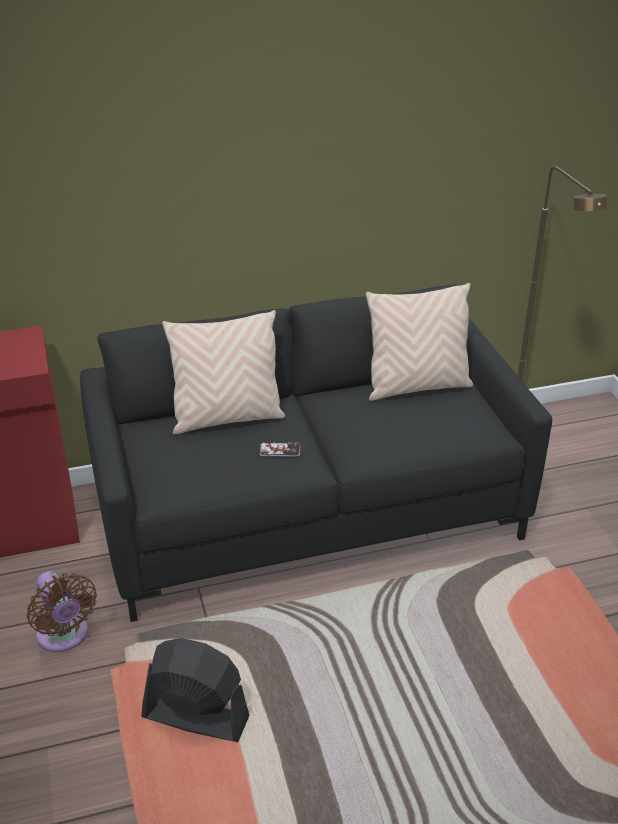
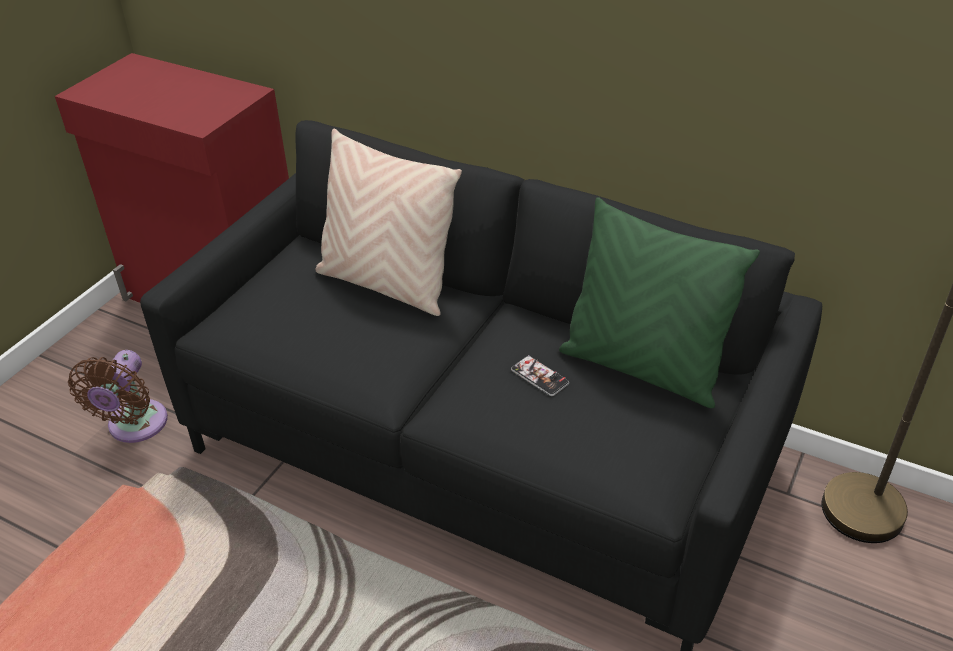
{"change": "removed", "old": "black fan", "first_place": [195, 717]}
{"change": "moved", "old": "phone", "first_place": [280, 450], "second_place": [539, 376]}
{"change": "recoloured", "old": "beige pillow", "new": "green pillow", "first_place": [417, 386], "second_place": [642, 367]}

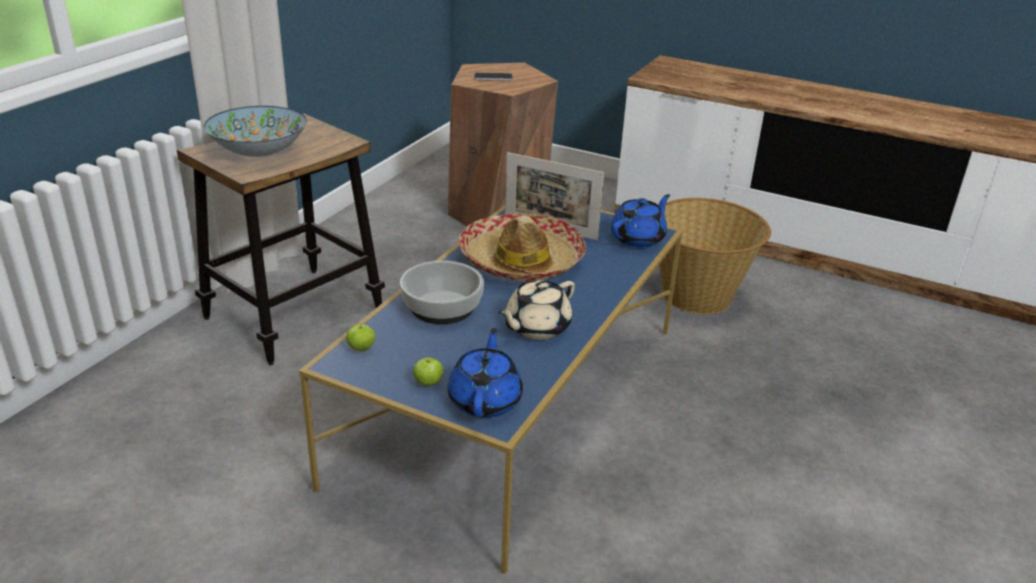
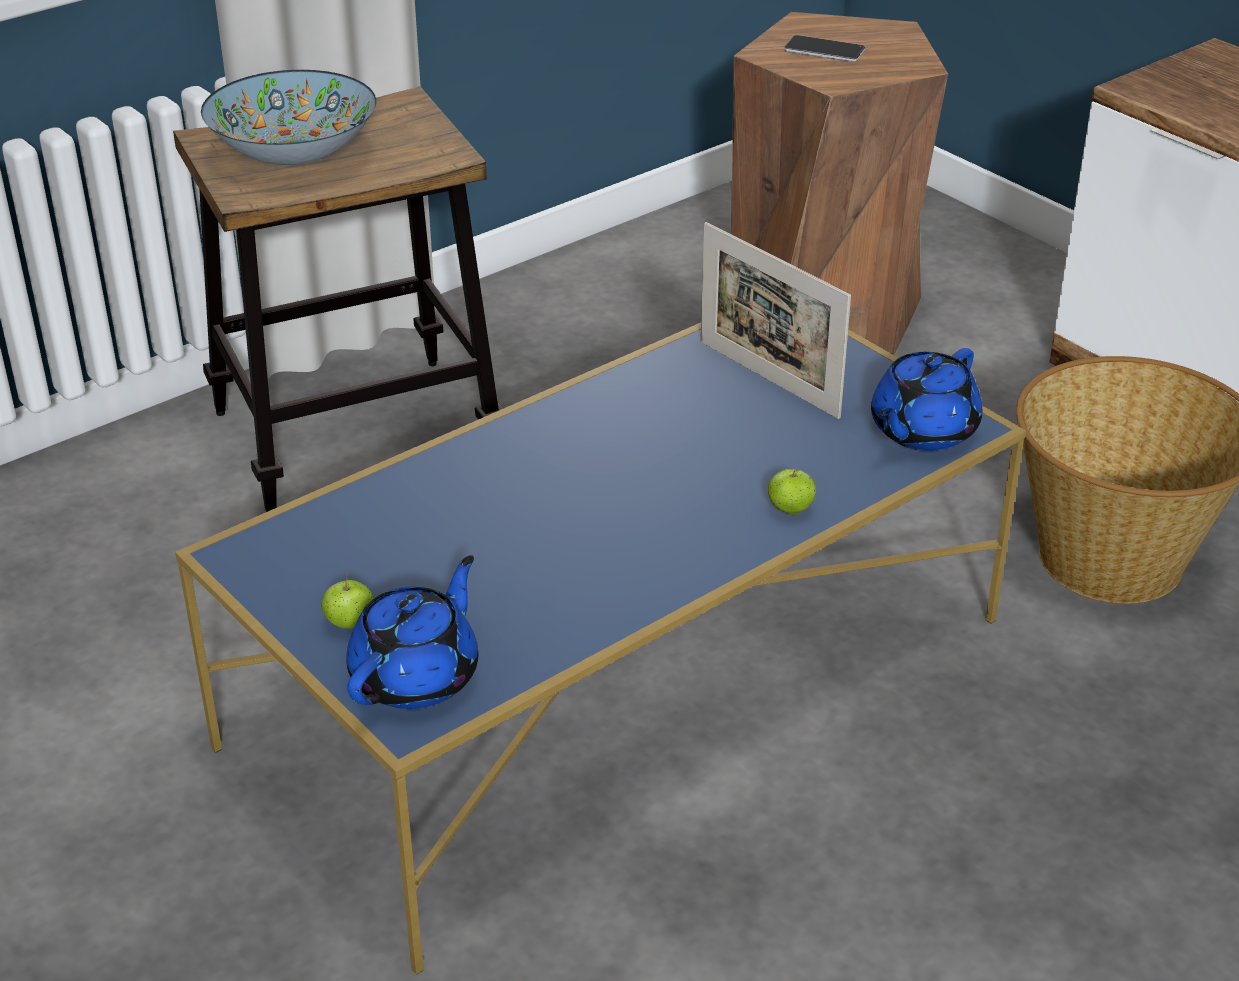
{"change": "moved", "old": "apple", "first_place": [361, 349], "second_place": [790, 509]}
{"change": "removed", "old": "bowl", "first_place": [443, 307]}
{"change": "removed", "old": "hat", "first_place": [521, 261]}
{"change": "removed", "old": "beige teapot", "first_place": [536, 327]}
{"change": "turned", "old": "blue teapot", "first_place": [638, 238], "second_place": [921, 431], "degrees": 150}

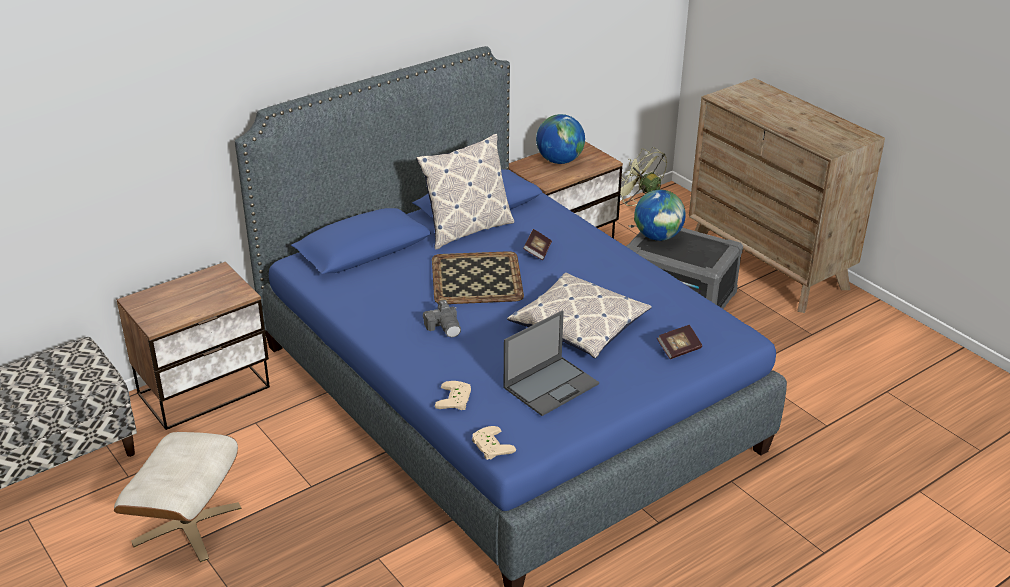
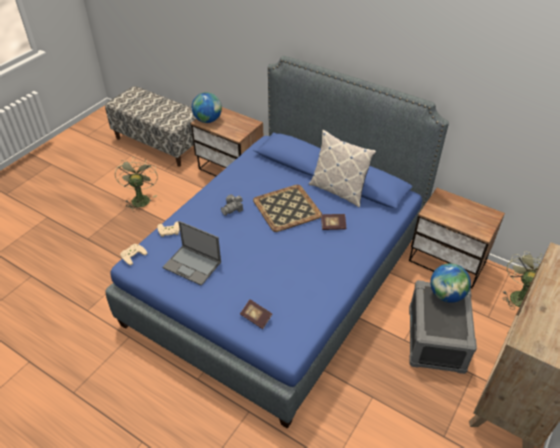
{"change": "replaced", "old": "beige ottoman", "new": "green fan", "first_place": [187, 525], "second_place": [140, 198]}
{"change": "removed", "old": "pillow", "first_place": [579, 324]}
{"change": "moved", "old": "globe", "first_place": [559, 161], "second_place": [208, 120]}

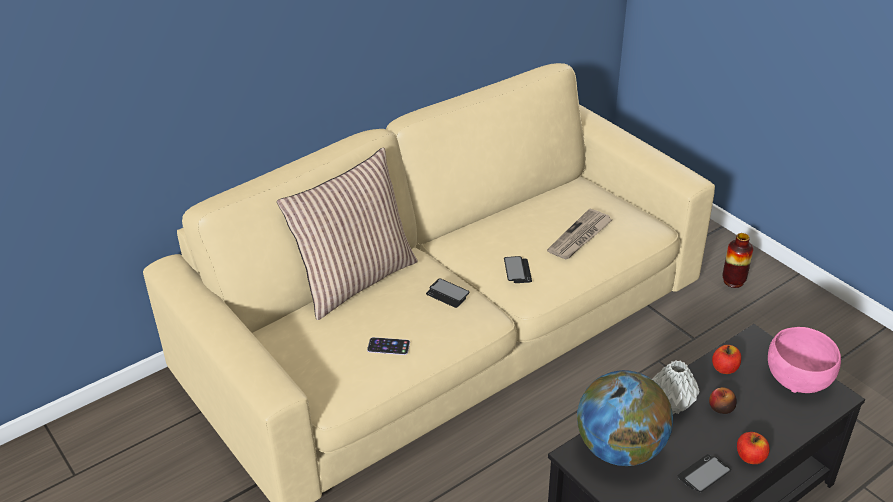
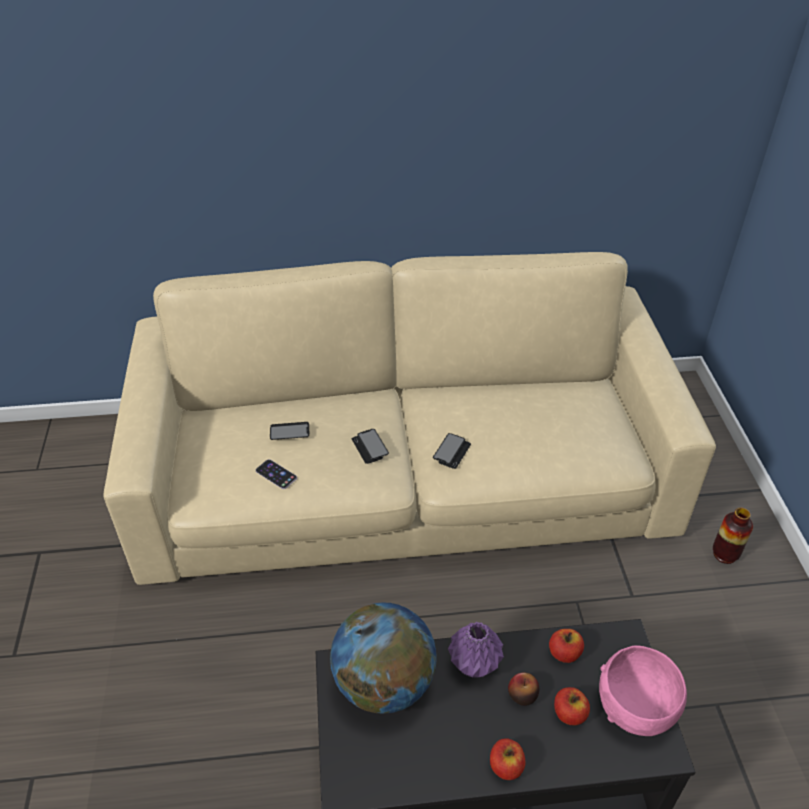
{"change": "removed", "old": "pillow", "first_place": [355, 279]}
{"change": "removed", "old": "newspaper", "first_place": [580, 237]}
{"change": "recoloured", "old": "grey vase", "new": "purple vase", "first_place": [672, 405], "second_place": [474, 665]}
{"change": "moved", "old": "phone", "first_place": [703, 474], "second_place": [289, 432]}
{"change": "added", "new": "apple", "second_place": [569, 714]}

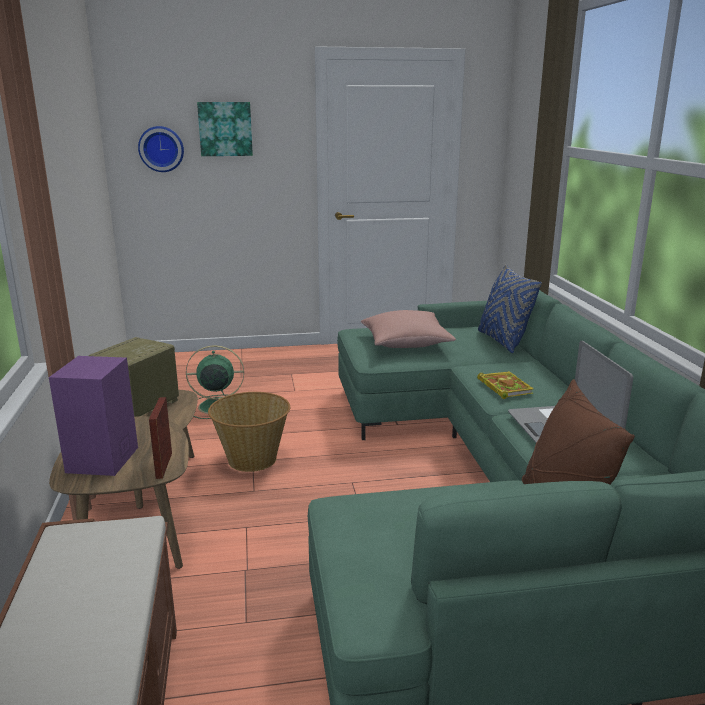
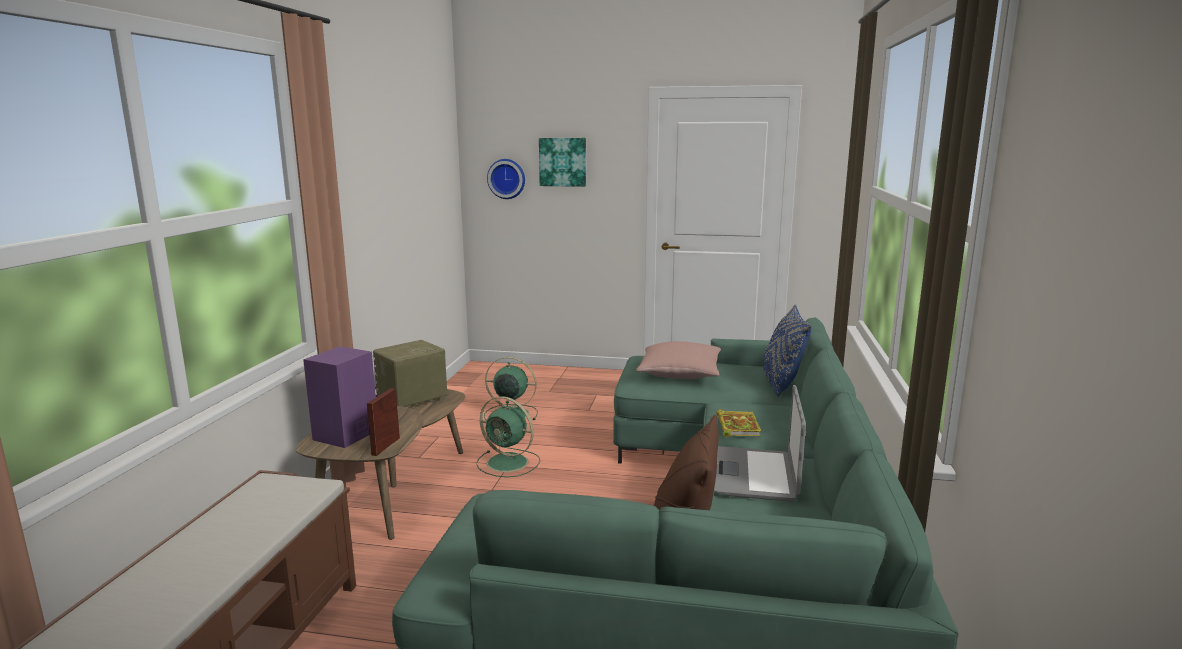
{"change": "replaced", "old": "basket", "new": "green fan", "first_place": [252, 459], "second_place": [509, 463]}

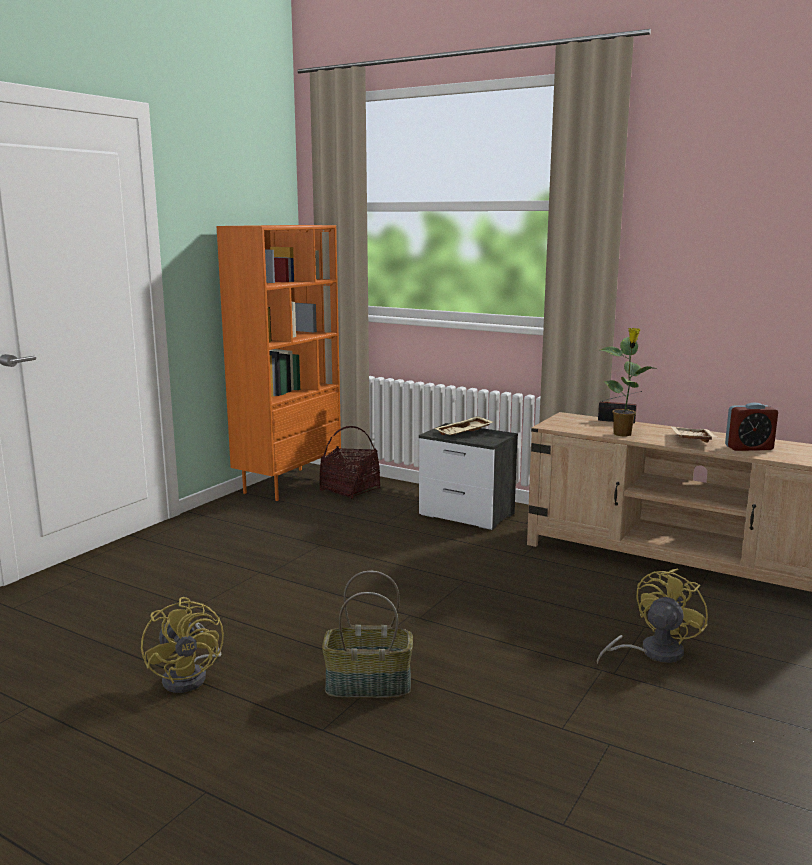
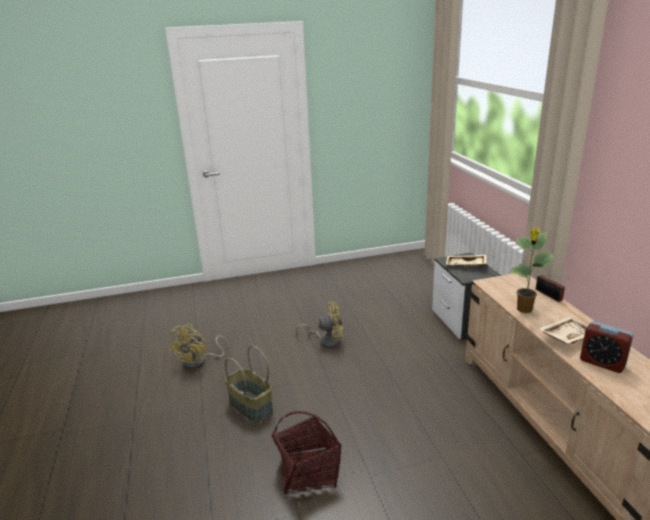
{"change": "removed", "old": "orange bookcase", "first_place": [288, 484]}
{"change": "moved", "old": "basket", "first_place": [350, 490], "second_place": [308, 472]}
{"change": "moved", "old": "yellow fan", "first_place": [652, 653], "second_place": [326, 340]}

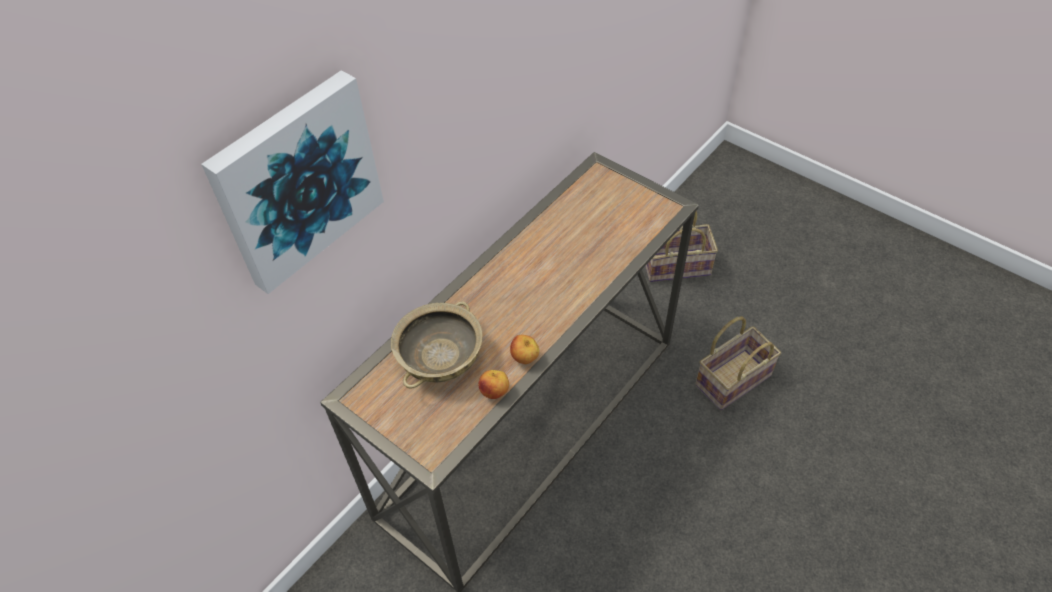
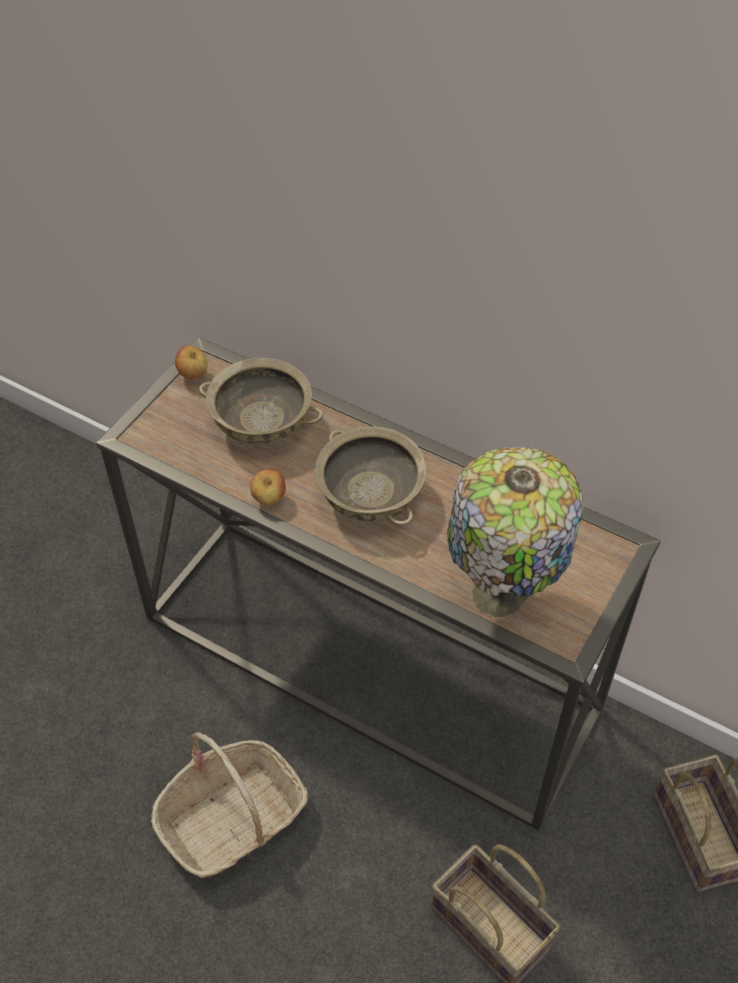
{"change": "removed", "old": "picture", "first_place": [296, 180]}
{"change": "moved", "old": "apple", "first_place": [495, 392], "second_place": [193, 375]}
{"change": "added", "new": "basket", "second_place": [232, 819]}
{"change": "added", "new": "beige bowl", "second_place": [371, 497]}
{"change": "added", "new": "table lamp", "second_place": [500, 598]}

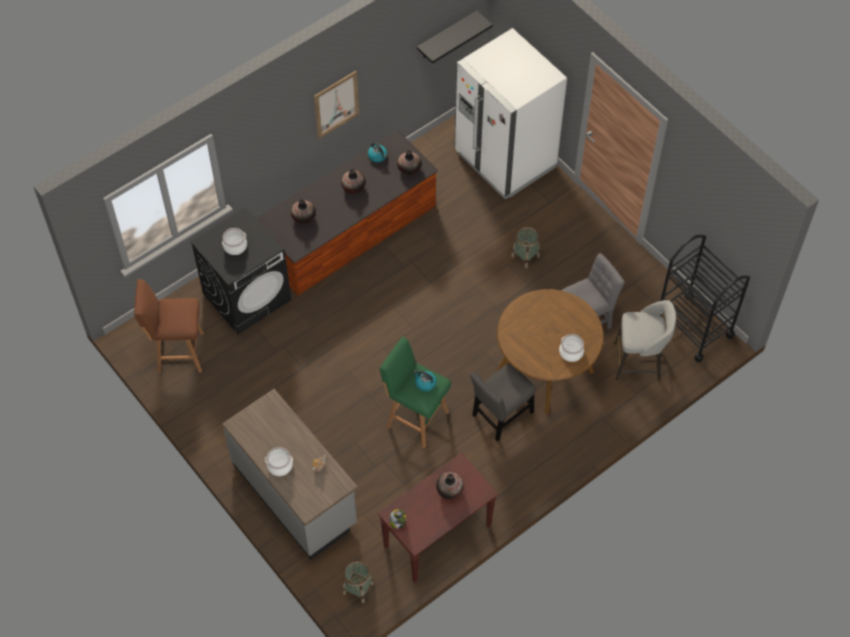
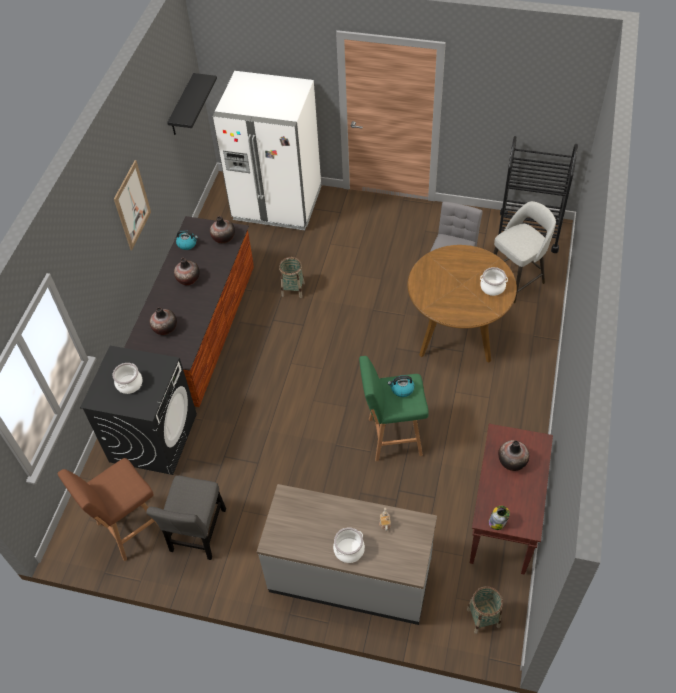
{"change": "moved", "old": "grey chair", "first_place": [500, 416], "second_place": [197, 534]}
{"change": "moved", "old": "basket", "first_place": [525, 256], "second_place": [293, 289]}

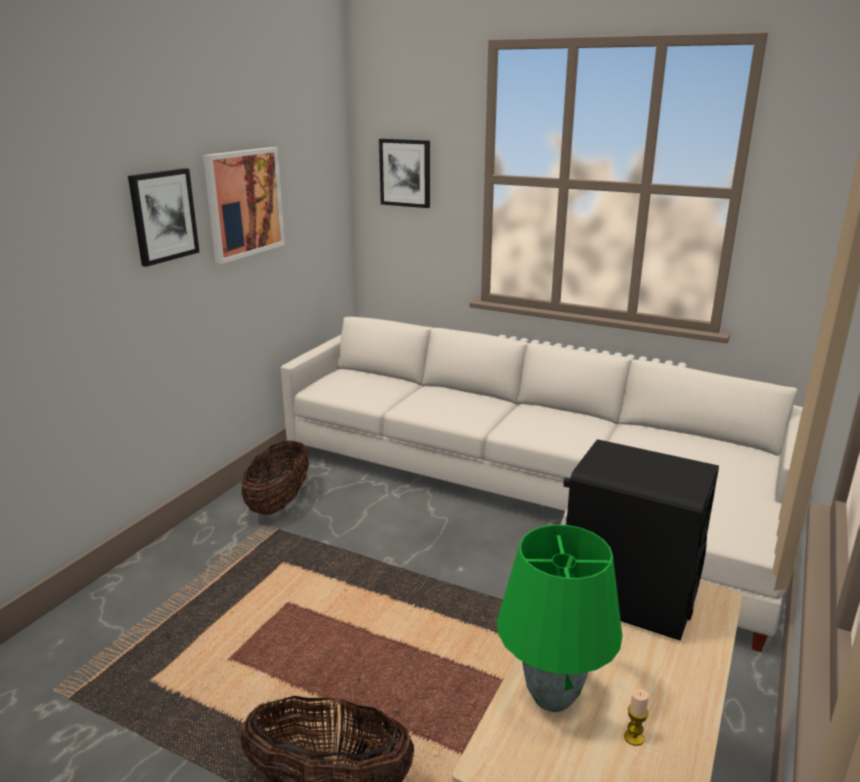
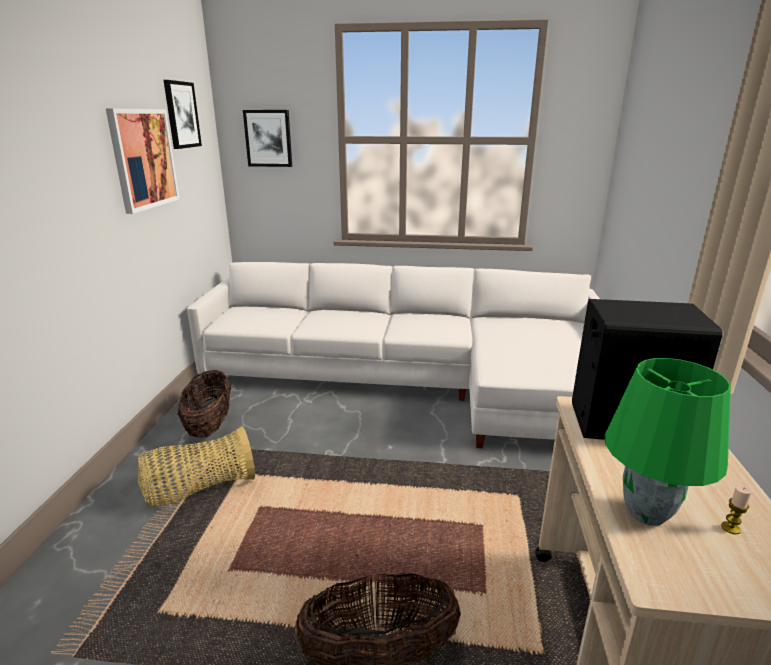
{"change": "moved", "old": "picture", "first_place": [163, 216], "second_place": [181, 115]}
{"change": "added", "new": "basket", "second_place": [199, 489]}

